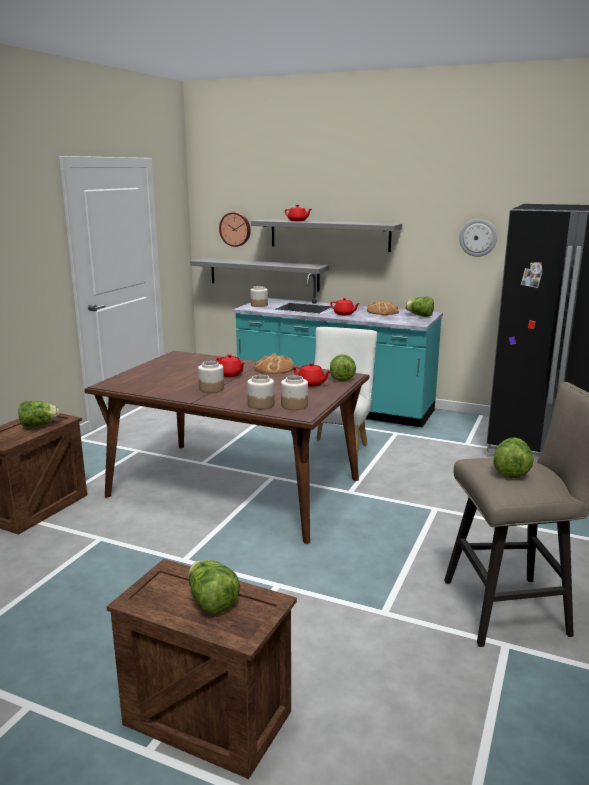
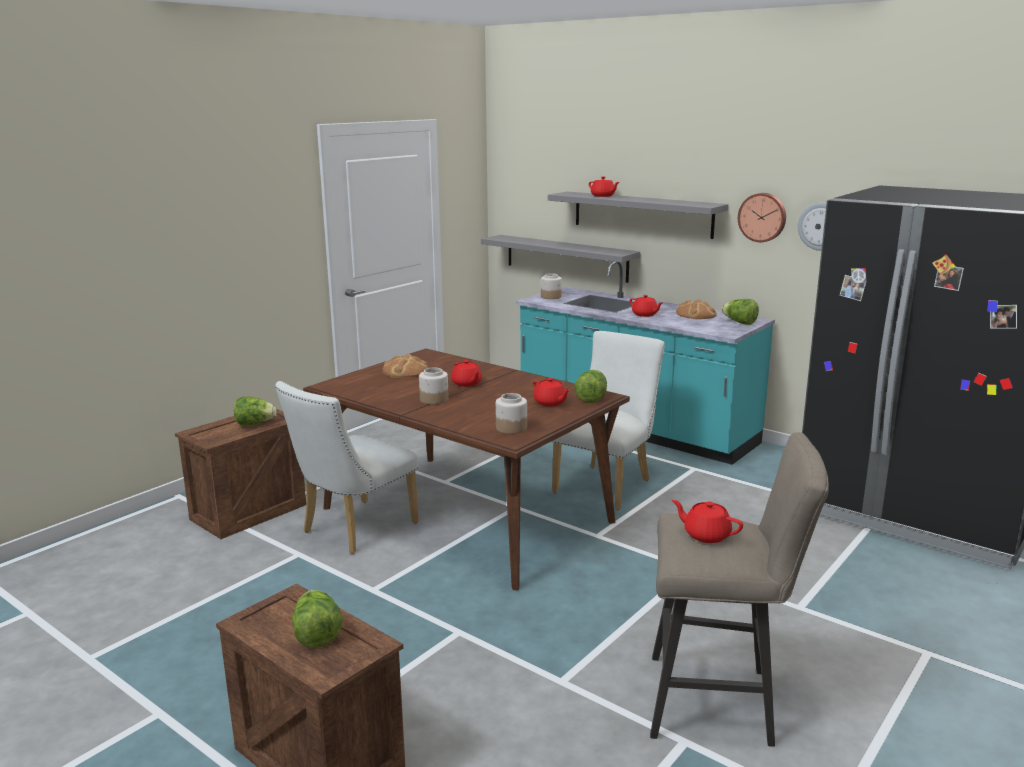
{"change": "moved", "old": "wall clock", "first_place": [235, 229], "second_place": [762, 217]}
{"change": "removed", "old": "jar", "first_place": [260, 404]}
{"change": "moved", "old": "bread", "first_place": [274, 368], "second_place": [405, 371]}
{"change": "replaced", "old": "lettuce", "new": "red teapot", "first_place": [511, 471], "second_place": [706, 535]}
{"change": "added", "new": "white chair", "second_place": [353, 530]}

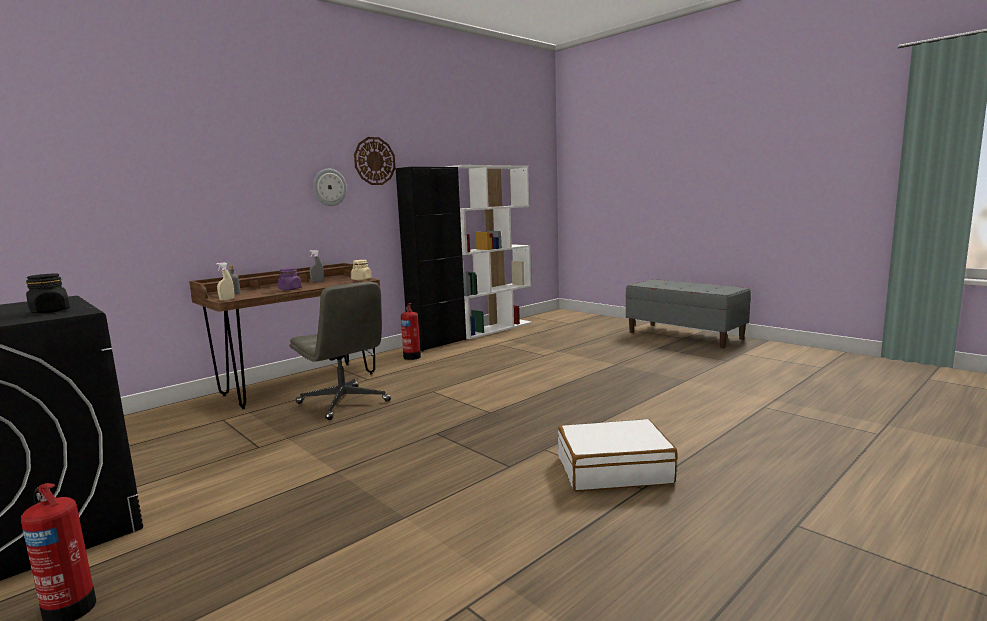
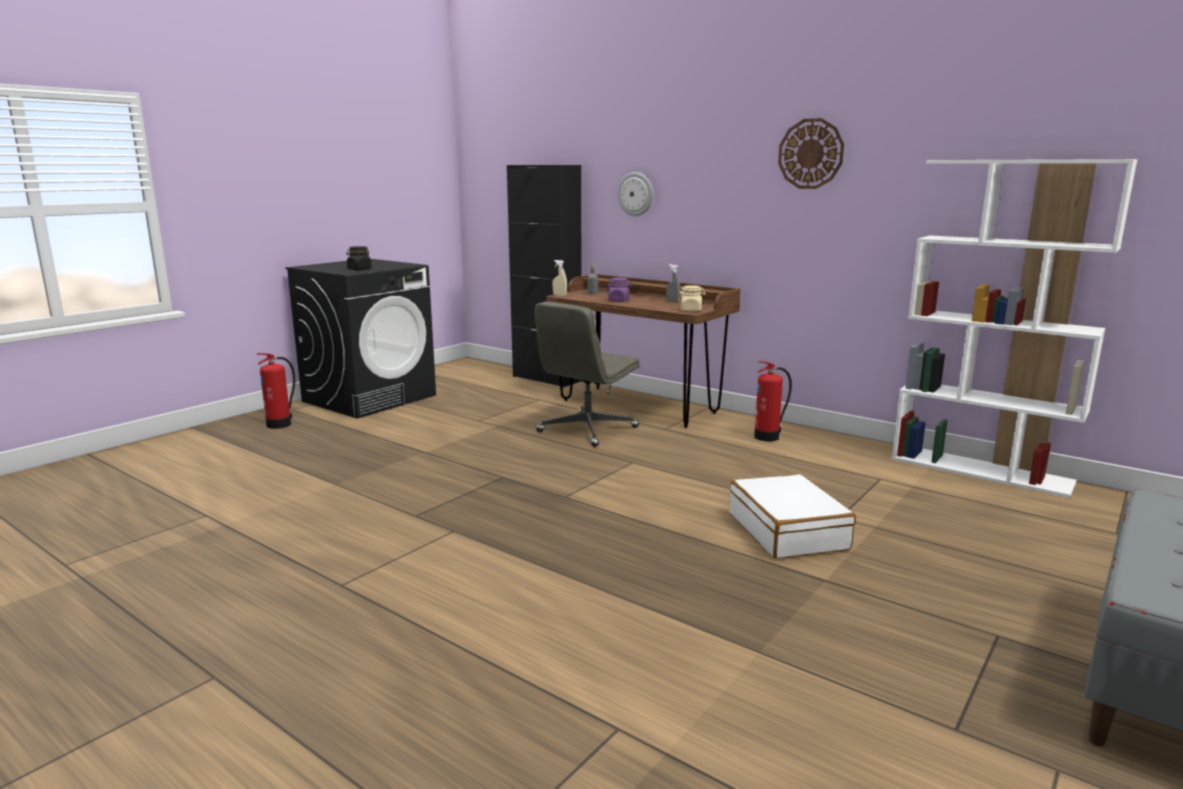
{"change": "moved", "old": "wall clock", "first_place": [329, 187], "second_place": [635, 194]}
{"change": "moved", "old": "black cabinet", "first_place": [437, 343], "second_place": [547, 379]}
{"change": "moved", "old": "white suitcase", "first_place": [613, 469], "second_place": [788, 531]}

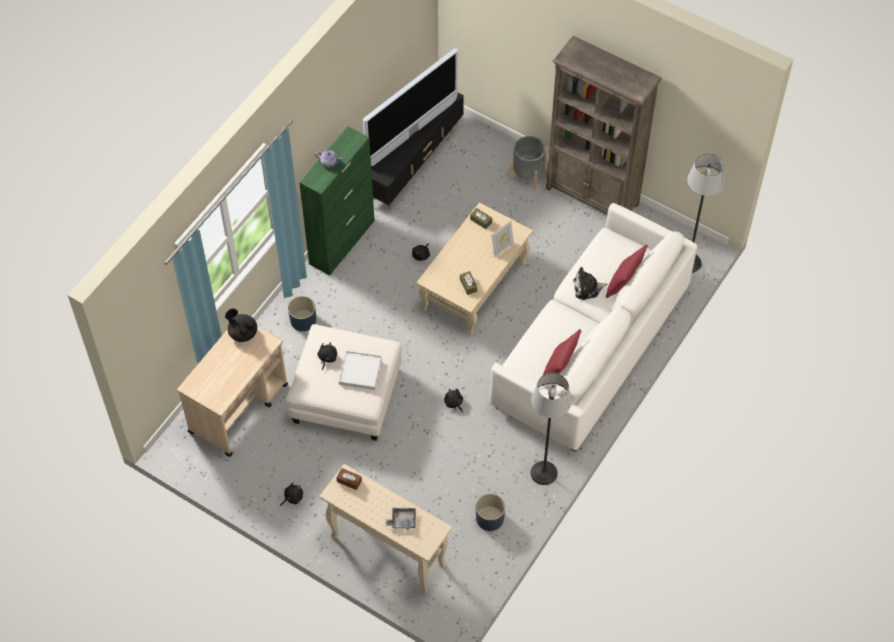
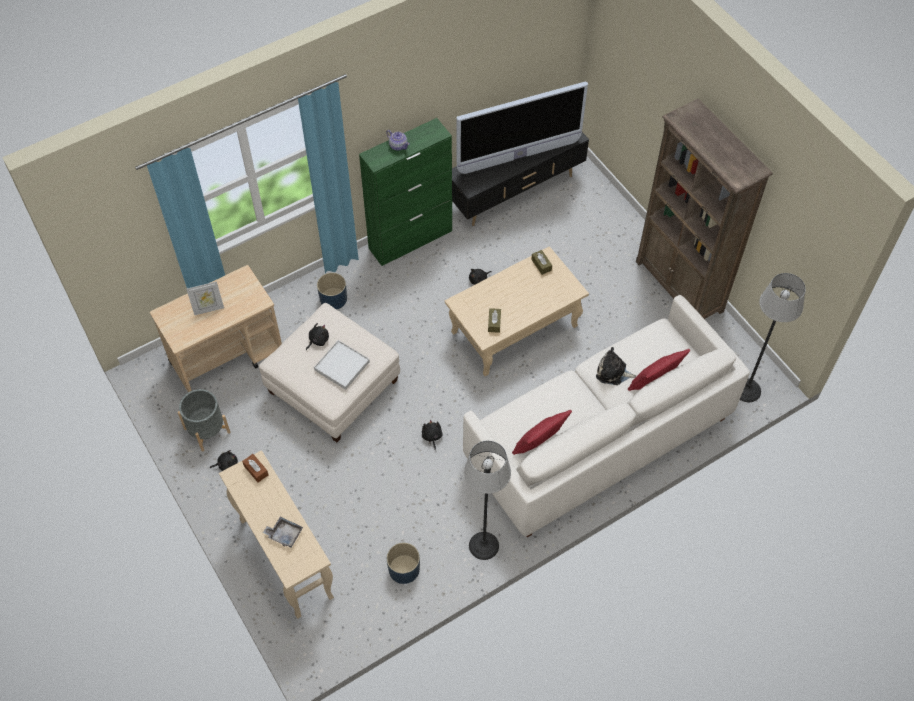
{"change": "removed", "old": "black teapot", "first_place": [242, 333]}
{"change": "moved", "old": "picture frame", "first_place": [502, 248], "second_place": [208, 309]}
{"change": "moved", "old": "grey planter", "first_place": [528, 175], "second_place": [207, 430]}

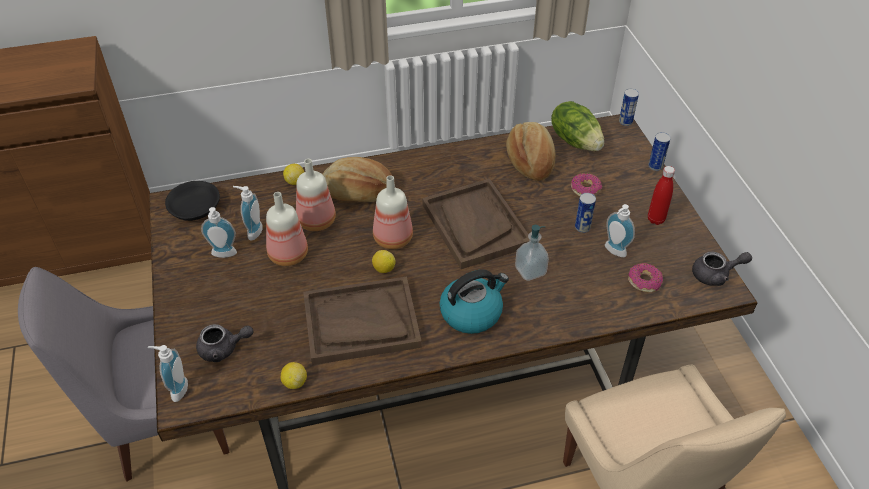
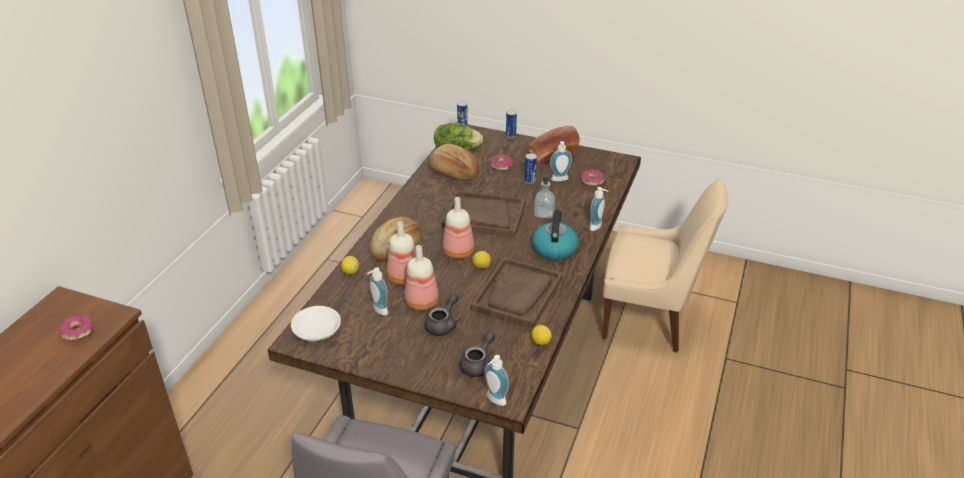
{"change": "recoloured", "old": "black bowl", "new": "white bowl", "first_place": [194, 208], "second_place": [317, 330]}
{"change": "moved", "old": "soap dispenser", "first_place": [223, 255], "second_place": [597, 227]}
{"change": "replaced", "old": "red bottle", "new": "bread", "first_place": [655, 219], "second_place": [551, 155]}
{"change": "moved", "old": "grey teapot", "first_place": [715, 275], "second_place": [443, 324]}
{"change": "added", "new": "donut", "second_place": [78, 331]}

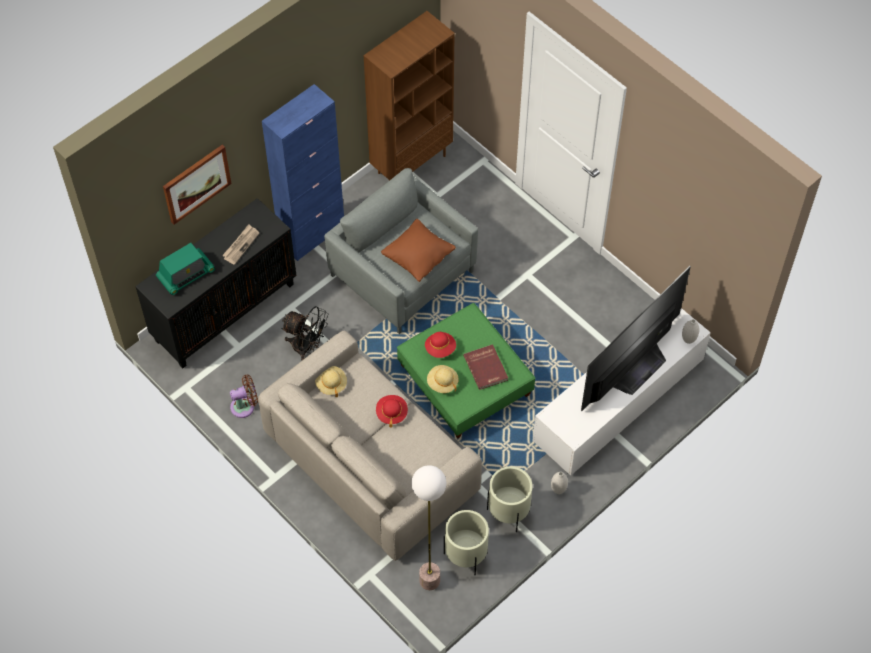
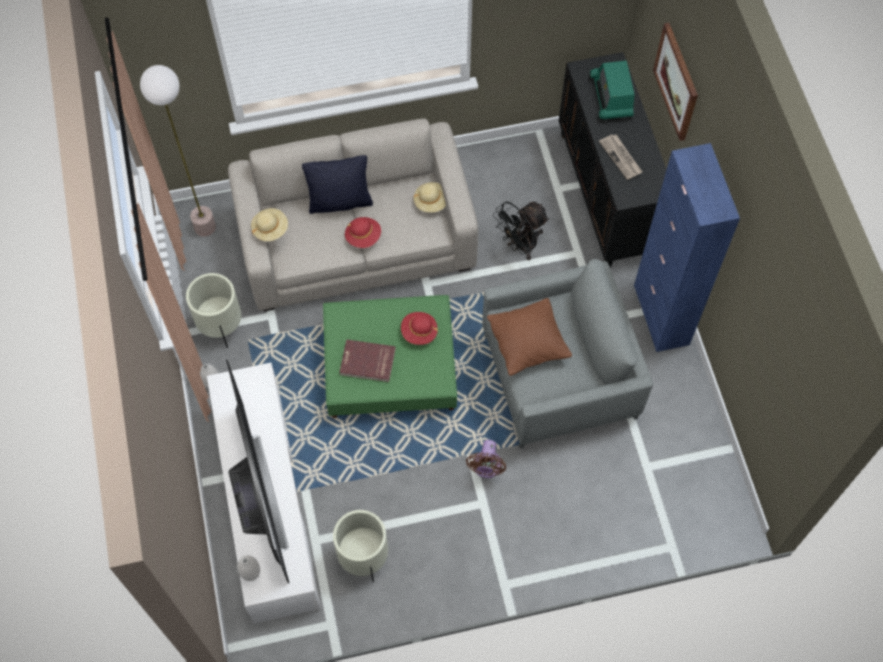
{"change": "moved", "old": "brown fan", "first_place": [245, 406], "second_place": [486, 467]}
{"change": "removed", "old": "brown bookcase", "first_place": [411, 163]}
{"change": "moved", "old": "beige hat", "first_place": [442, 383], "second_place": [270, 229]}
{"change": "moved", "old": "beige planter", "first_place": [466, 556], "second_place": [363, 558]}
{"change": "added", "new": "black pillow", "second_place": [340, 201]}

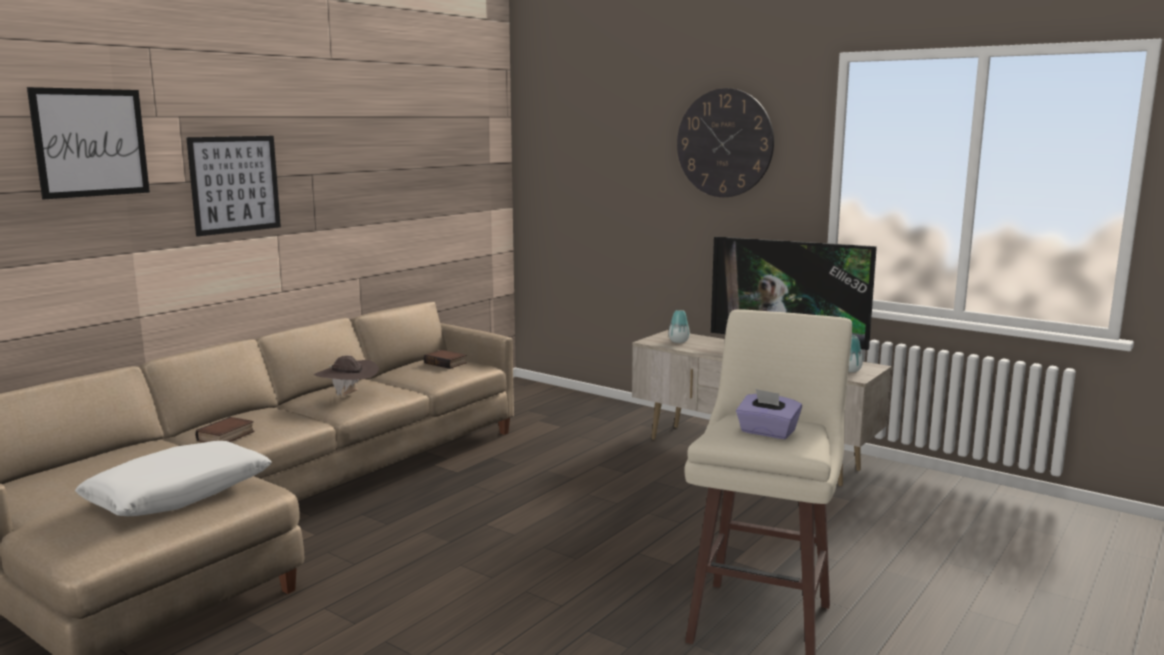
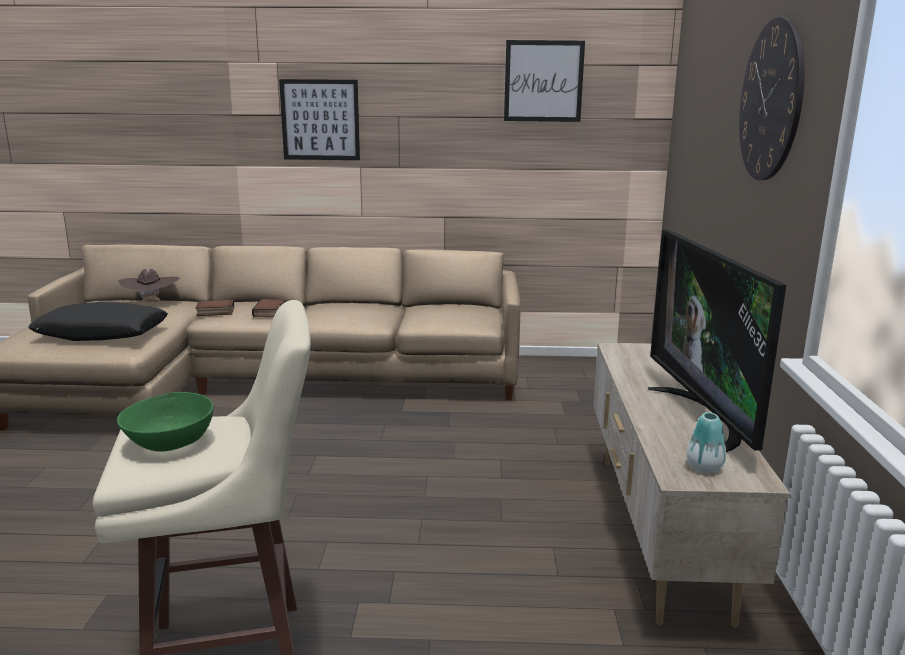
{"change": "moved", "old": "picture", "first_place": [91, 142], "second_place": [543, 81]}
{"change": "recoloured", "old": "white pillow", "new": "black pillow", "first_place": [179, 494], "second_place": [102, 334]}
{"change": "moved", "old": "brown hat", "first_place": [348, 396], "second_place": [151, 303]}
{"change": "moved", "old": "book", "first_place": [446, 363], "second_place": [270, 312]}
{"change": "removed", "old": "vase", "first_place": [678, 341]}
{"change": "replaced", "old": "purple tissue box", "new": "green bowl", "first_place": [767, 432], "second_place": [170, 442]}

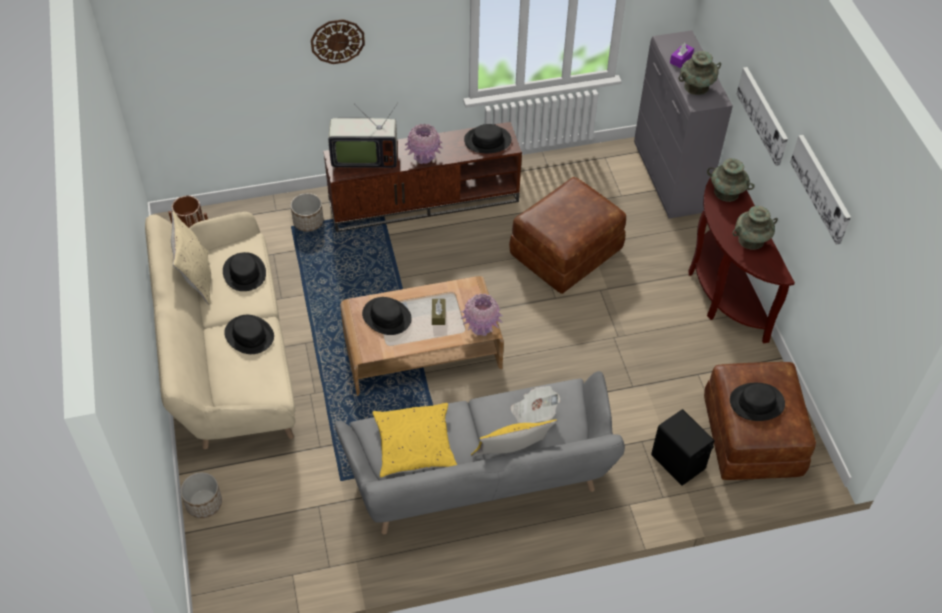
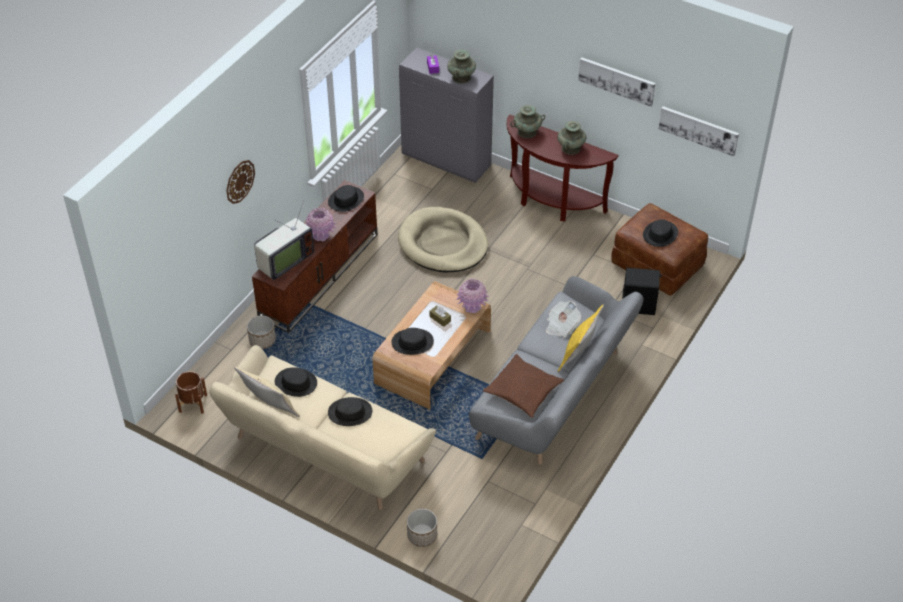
{"change": "recoloured", "old": "yellow pillow", "new": "brown pillow", "first_place": [414, 445], "second_place": [523, 391]}
{"change": "replaced", "old": "brown ottoman", "new": "beige dog bed", "first_place": [565, 253], "second_place": [443, 244]}
{"change": "moved", "old": "picture", "first_place": [763, 115], "second_place": [698, 130]}

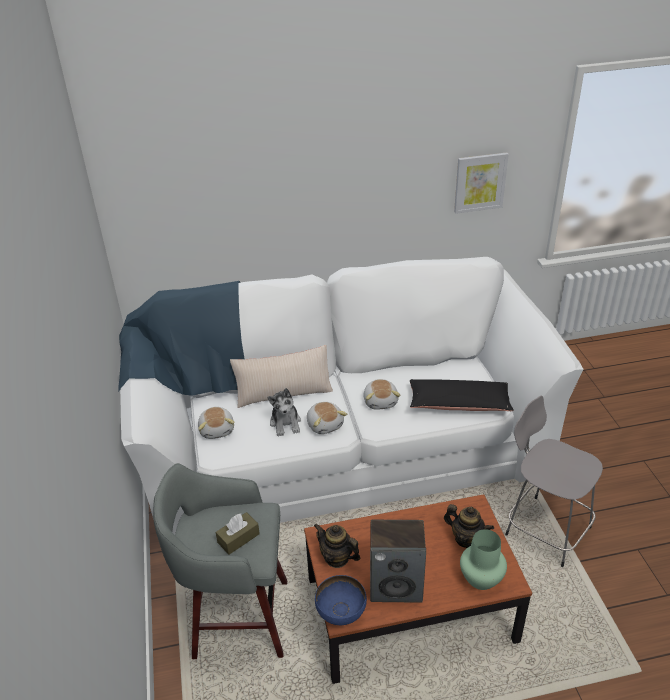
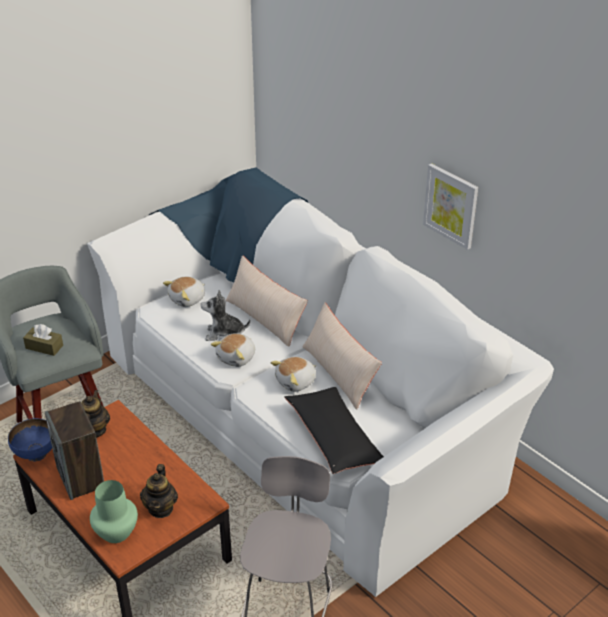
{"change": "turned", "old": "plush toy", "first_place": [286, 423], "second_place": [224, 334], "degrees": 45}
{"change": "moved", "old": "picture", "first_place": [480, 182], "second_place": [451, 205]}
{"change": "added", "new": "beige pillow", "second_place": [339, 373]}

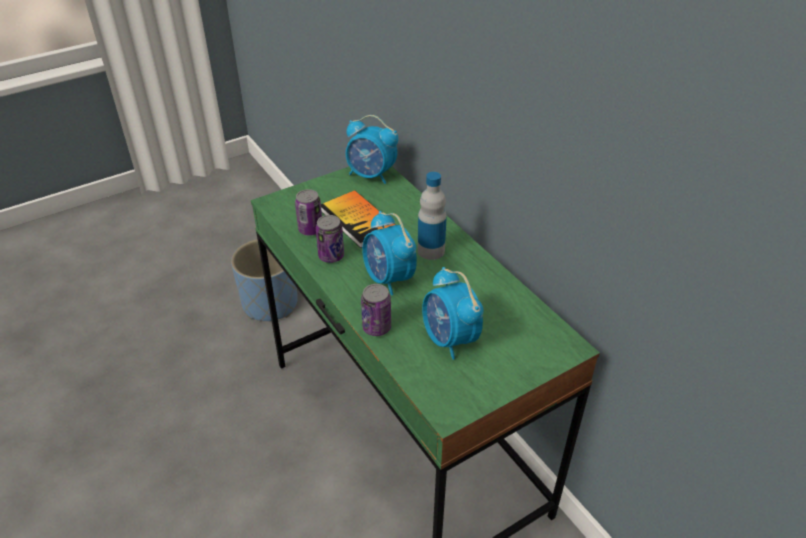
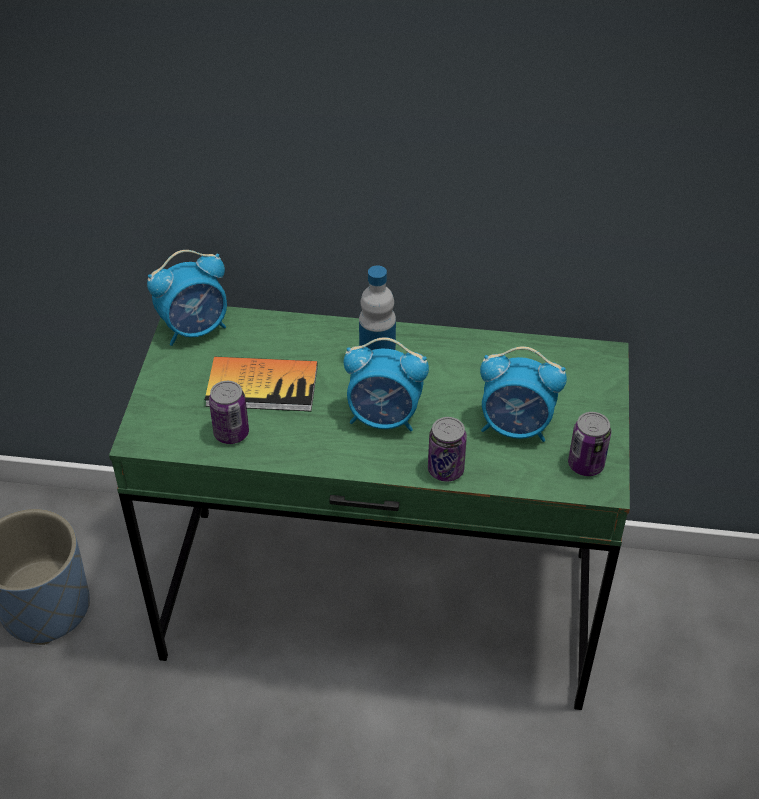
{"change": "moved", "old": "can", "first_place": [331, 256], "second_place": [585, 464]}

